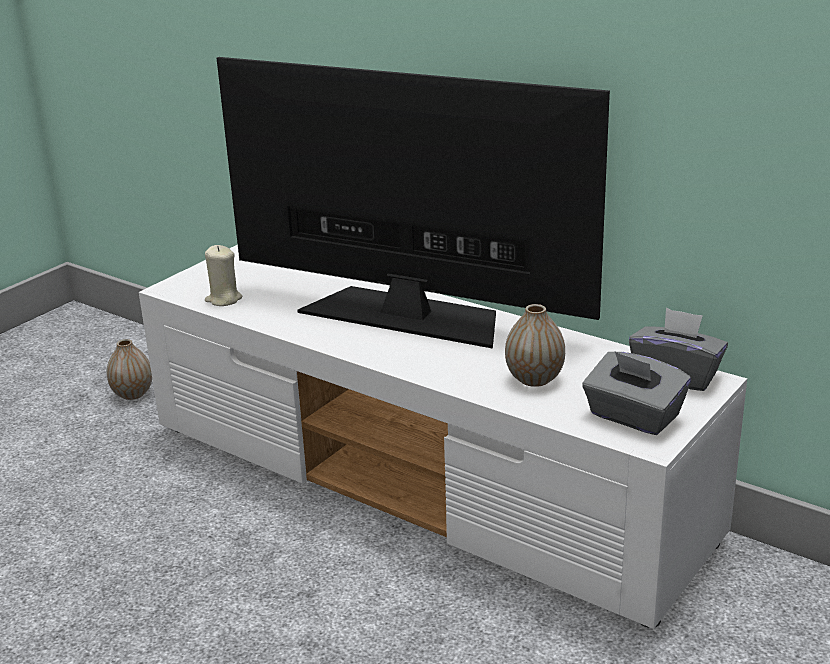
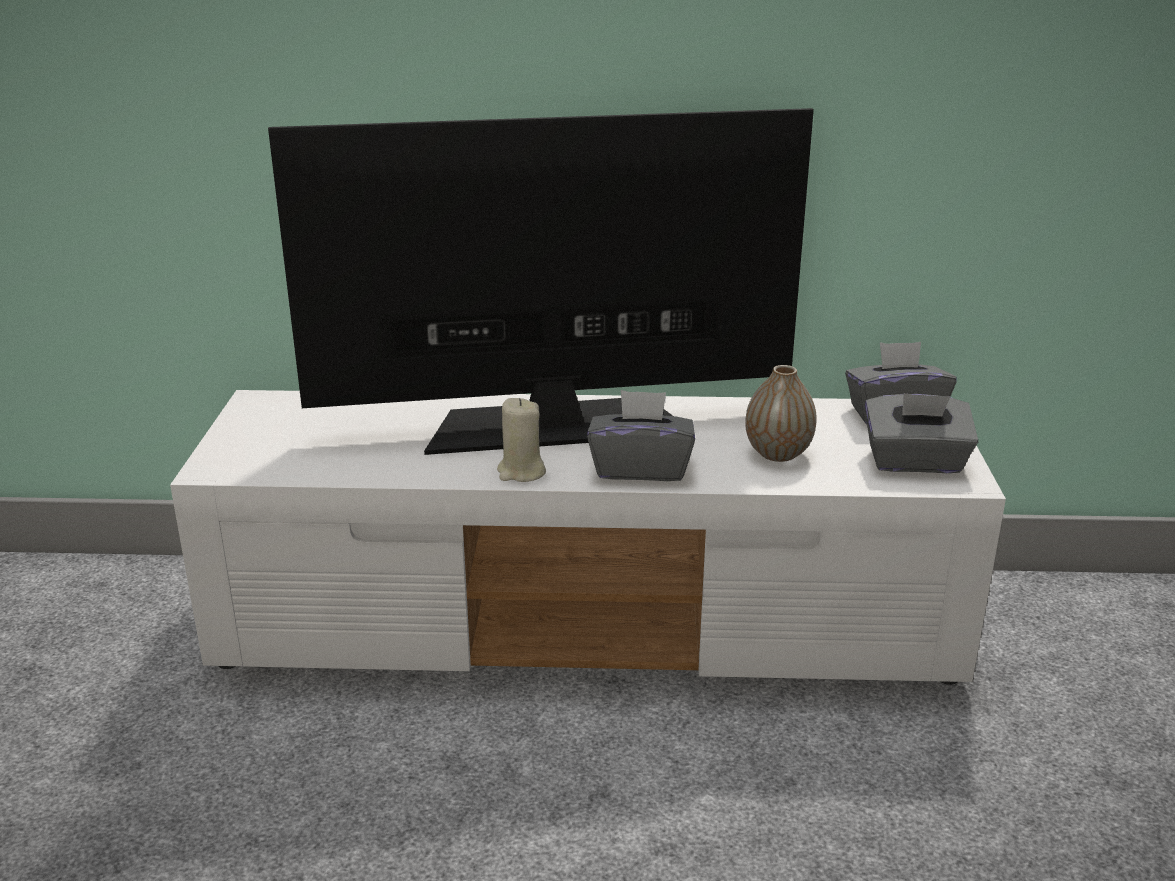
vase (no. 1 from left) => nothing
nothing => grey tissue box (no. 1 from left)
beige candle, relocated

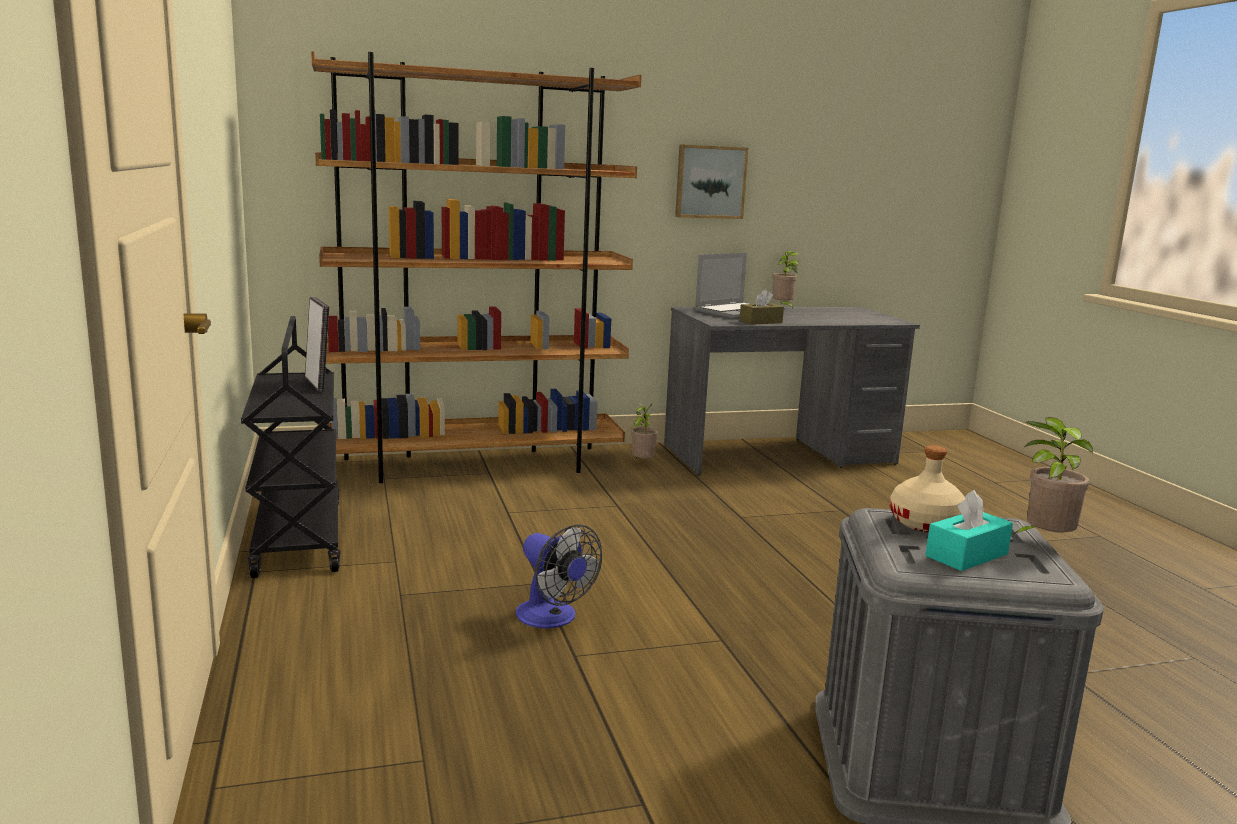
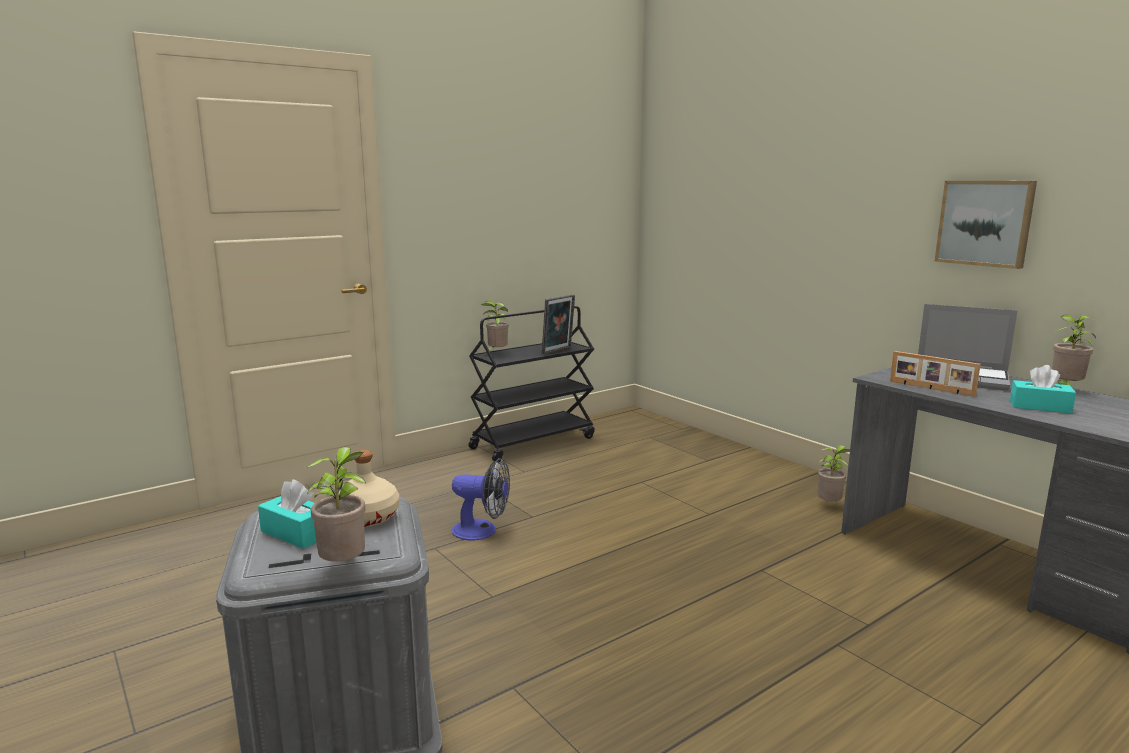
brown bookcase => nothing
nothing => potted plant (no. 2 from left)
nothing => turquoise tissue box (no. 2 from left)
brown tissue box => picture frame (no. 2 from left)
fan, 105 degrees counterclockwise

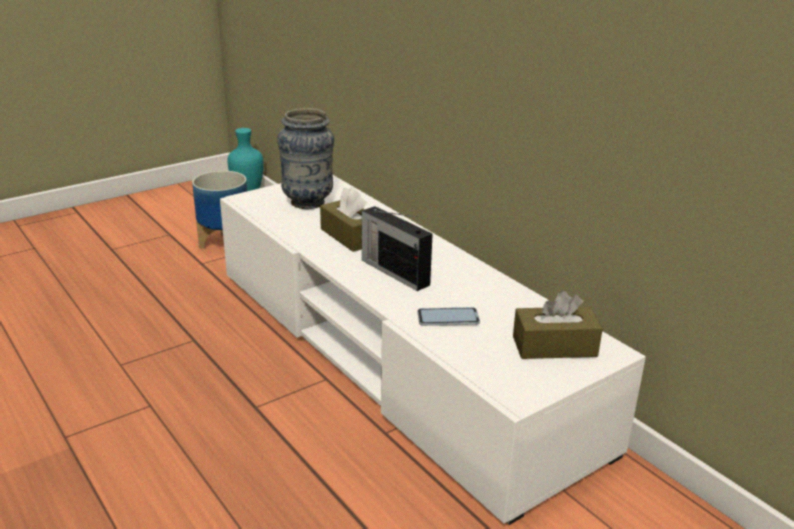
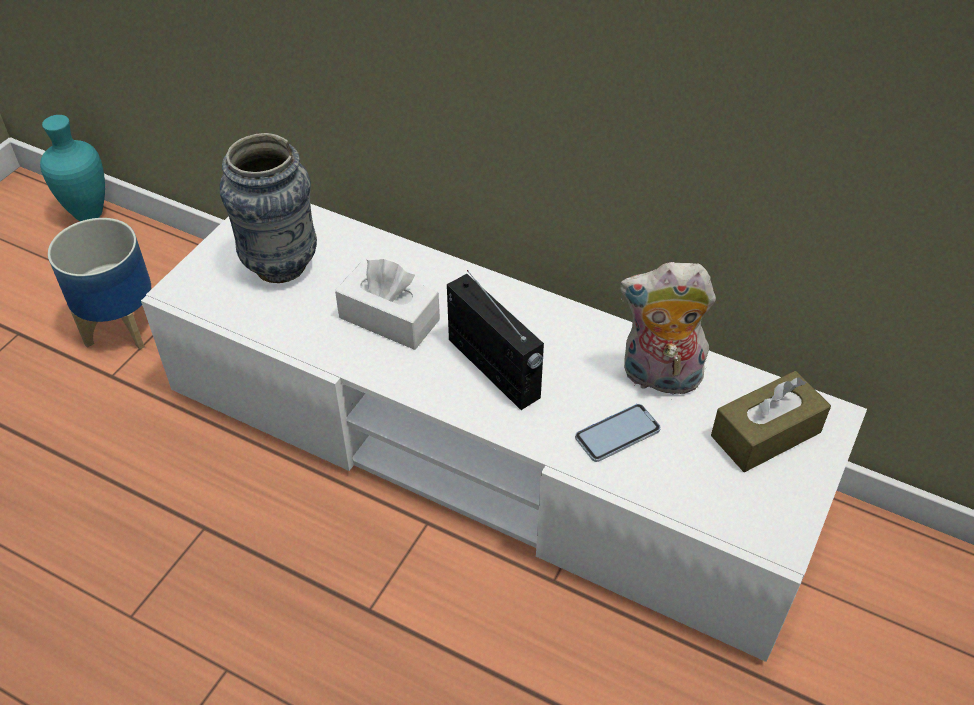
nothing => plush toy
brown tissue box (no. 1 from left) => white tissue box
radio, 150 degrees counterclockwise

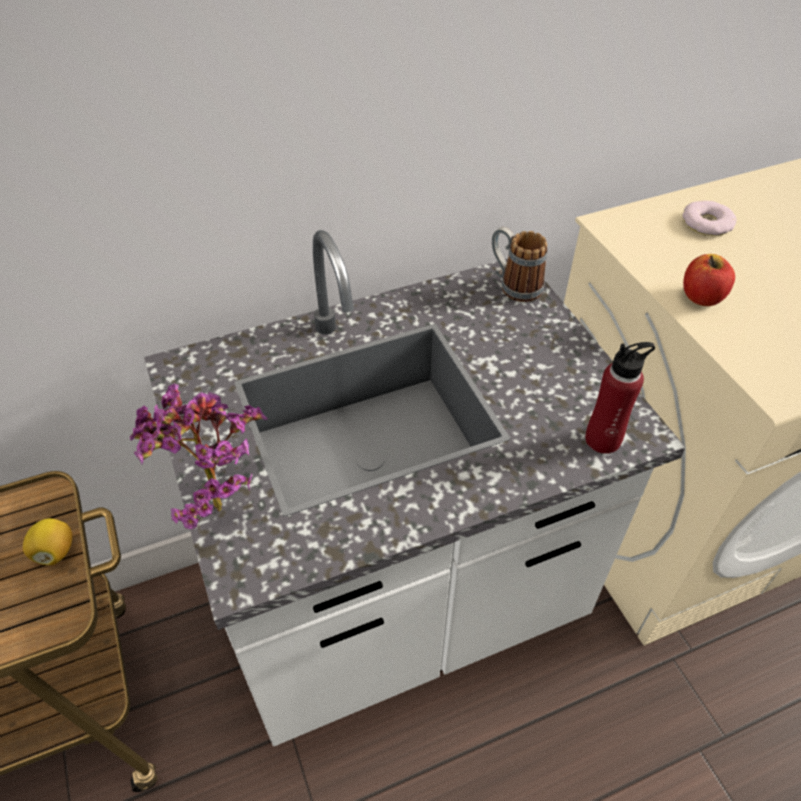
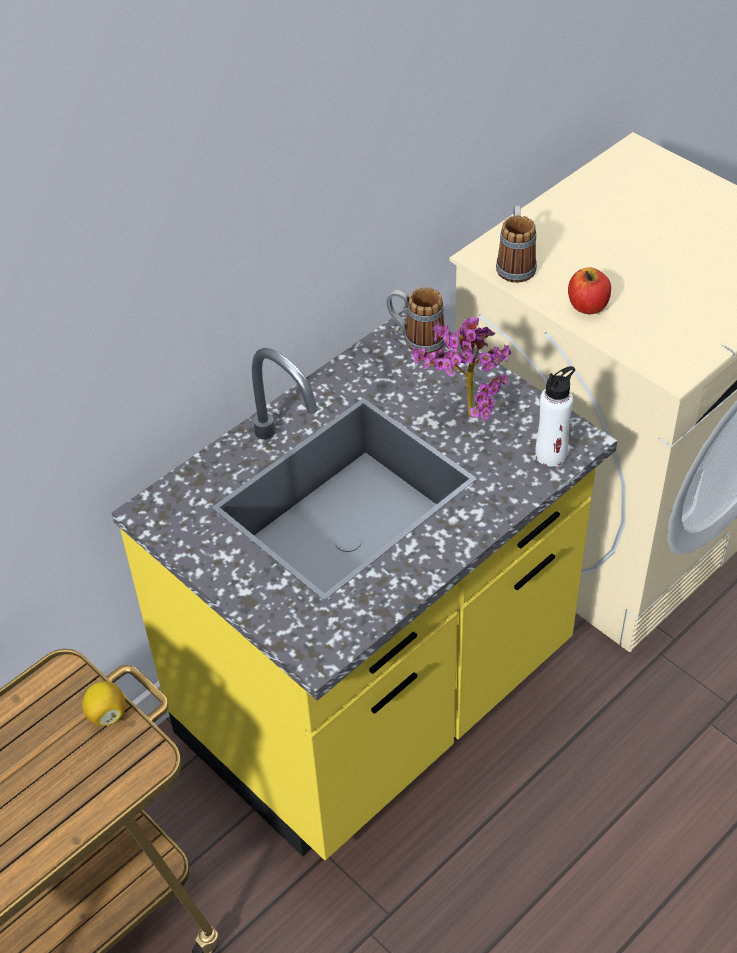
donut => nothing
nothing => mug (no. 2 from left)
potted plant, relocated
white counter => yellow counter
red bottle => white bottle

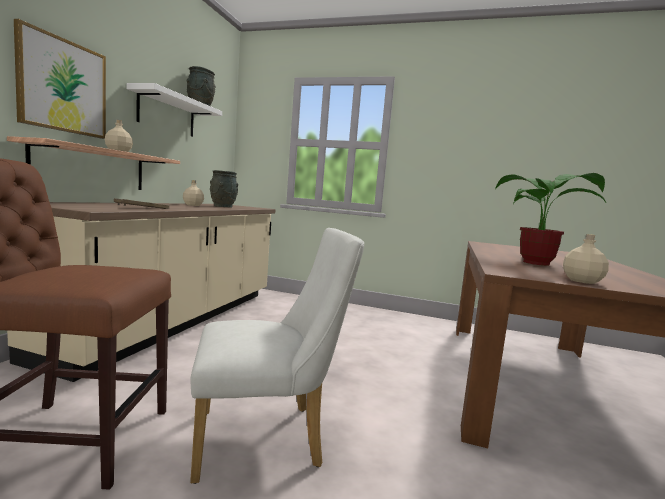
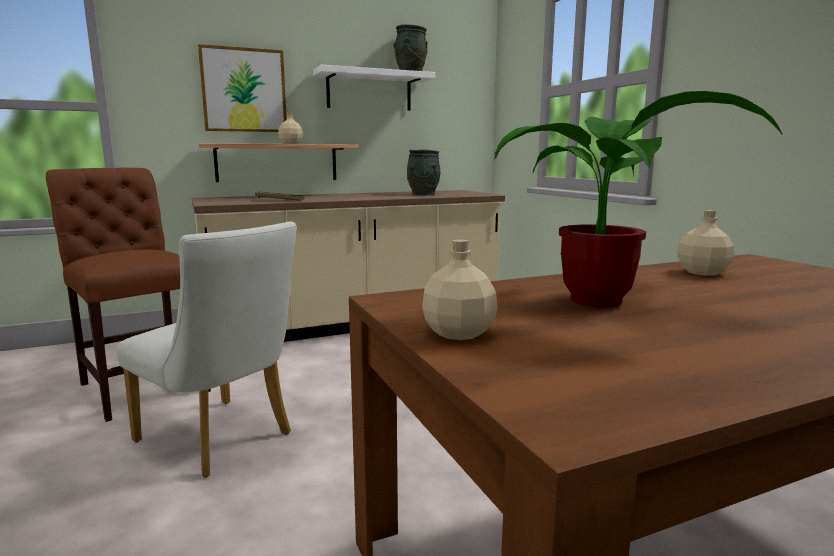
beige bottle (no. 2 from left in the first image) => beige bottle (no. 3 from left), relocated

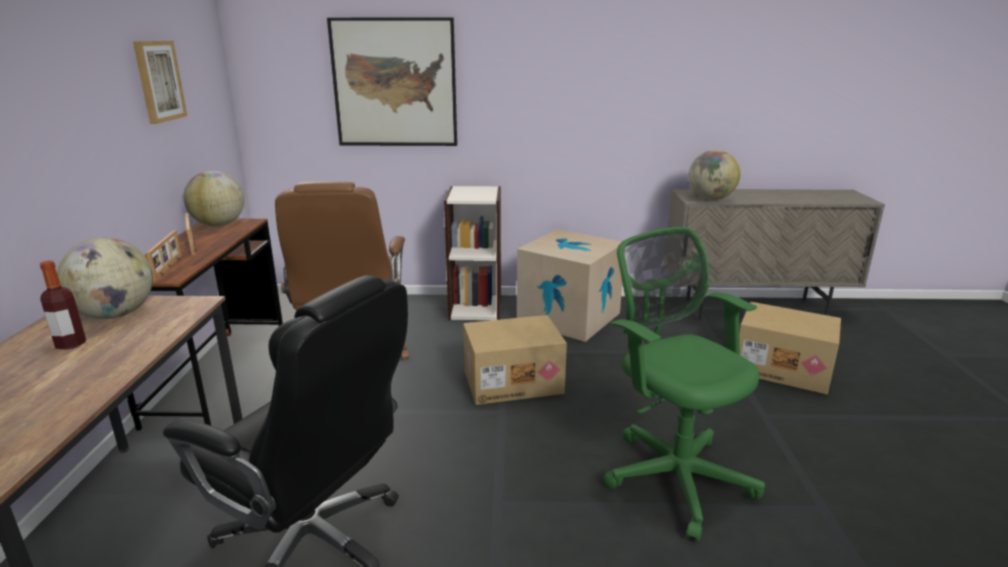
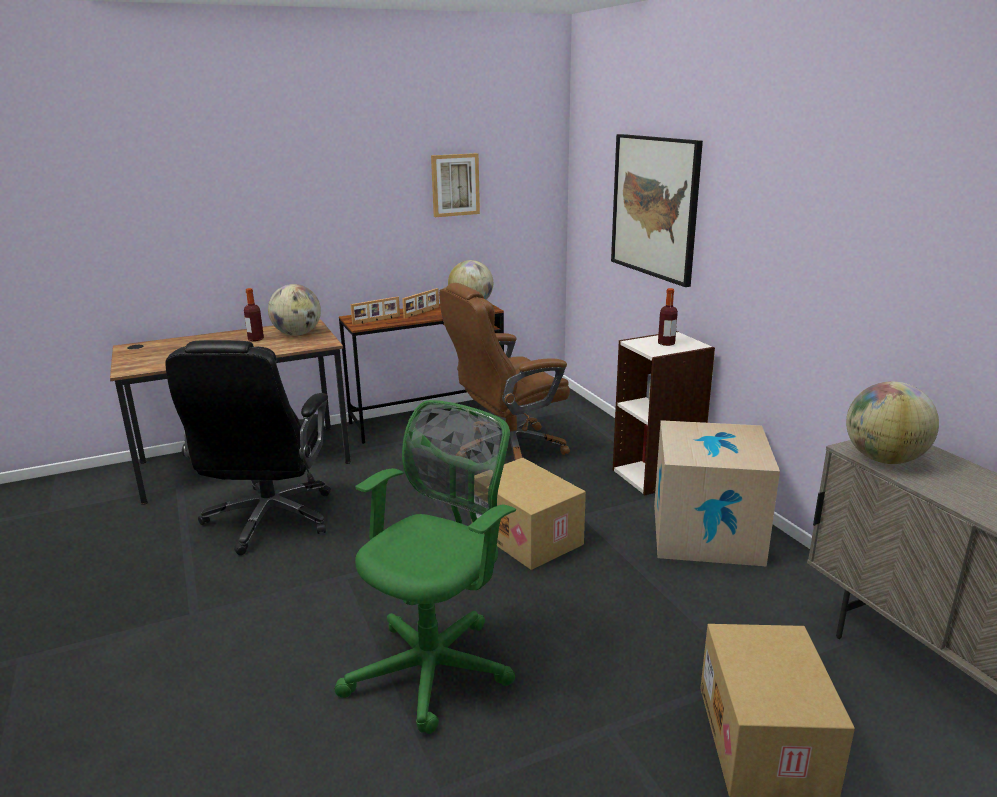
nothing => bottle (no. 2 from left)

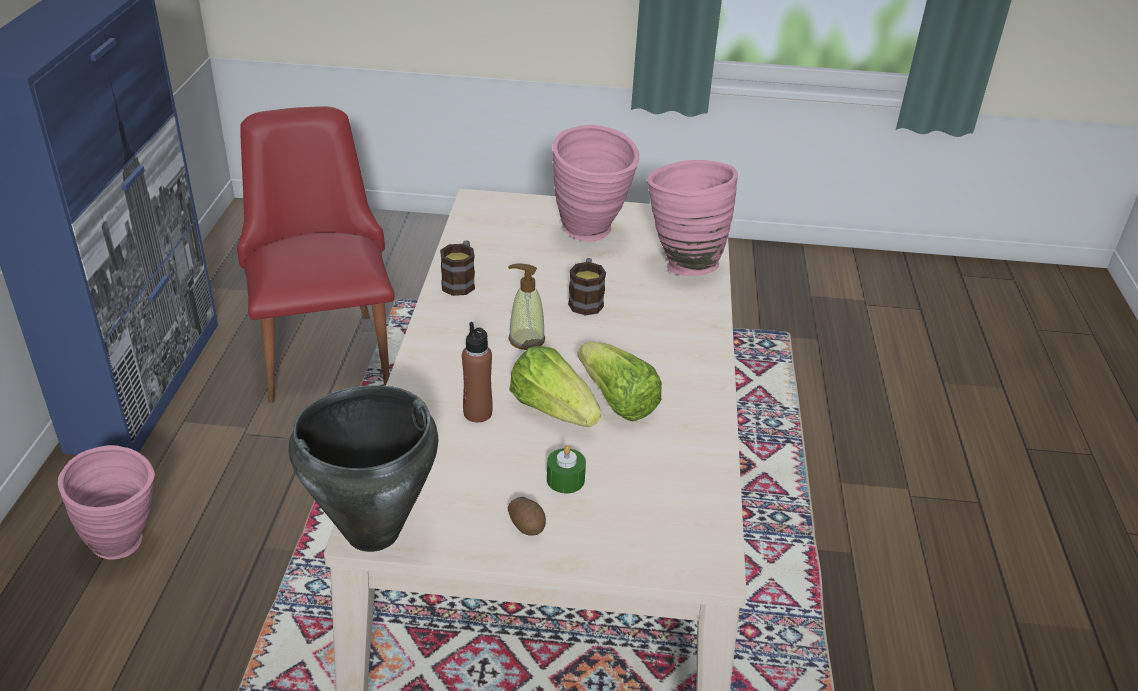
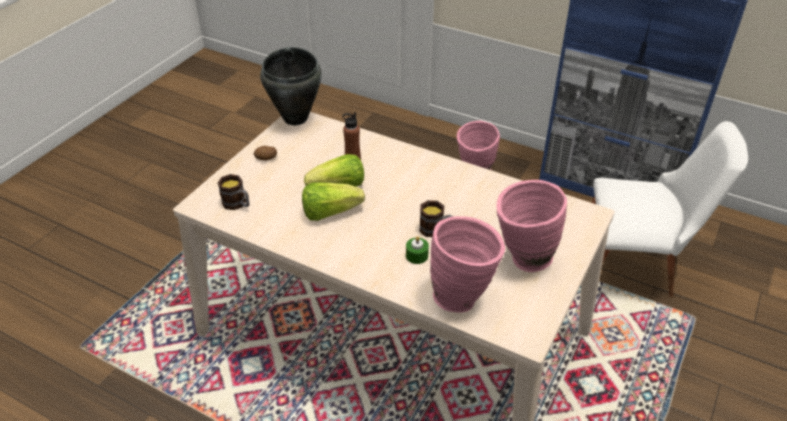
soap dispenser => nothing
mug (no. 1 from left), relocated
green candle, relocated
red chair => white chair

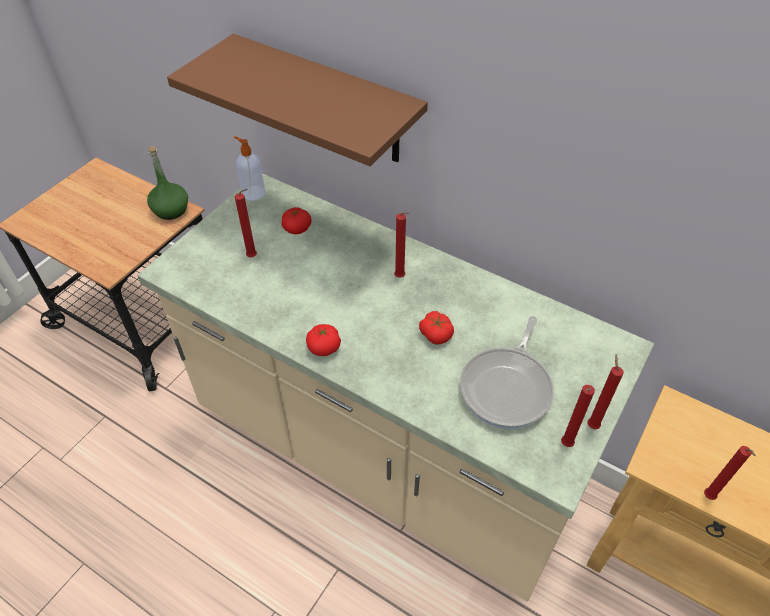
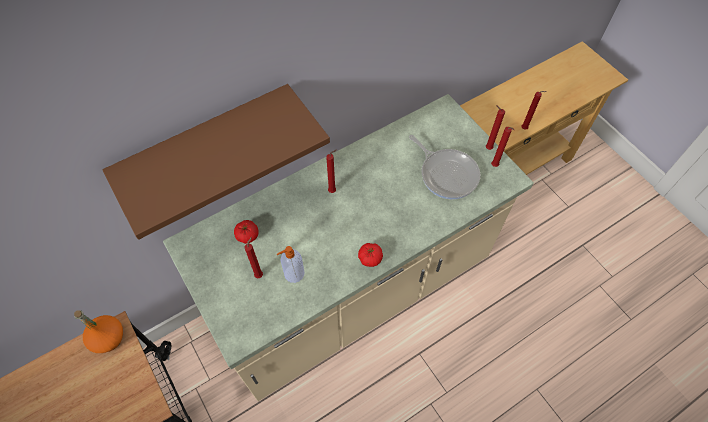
tomato (no. 3 from left) => nothing
soap dispenser, relocated
green bottle => orange bottle

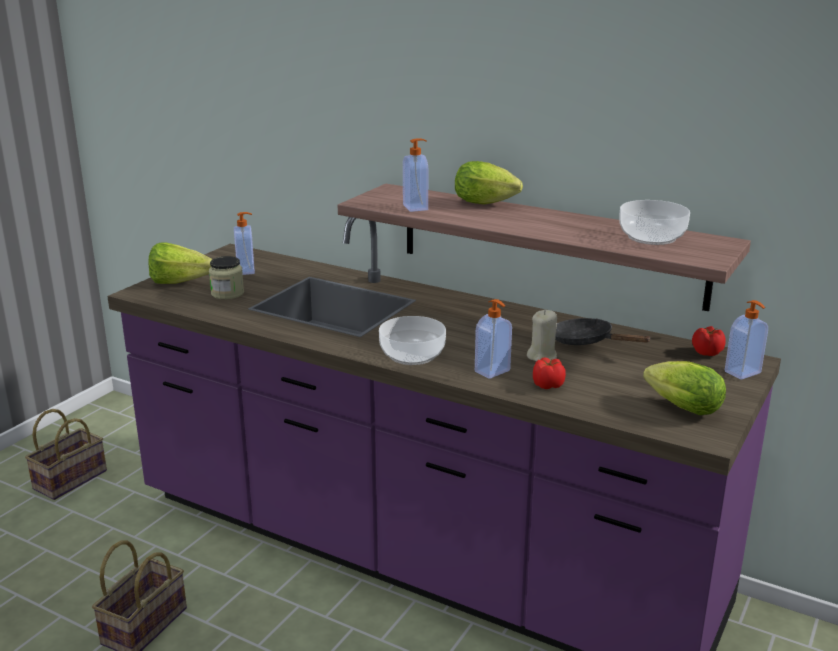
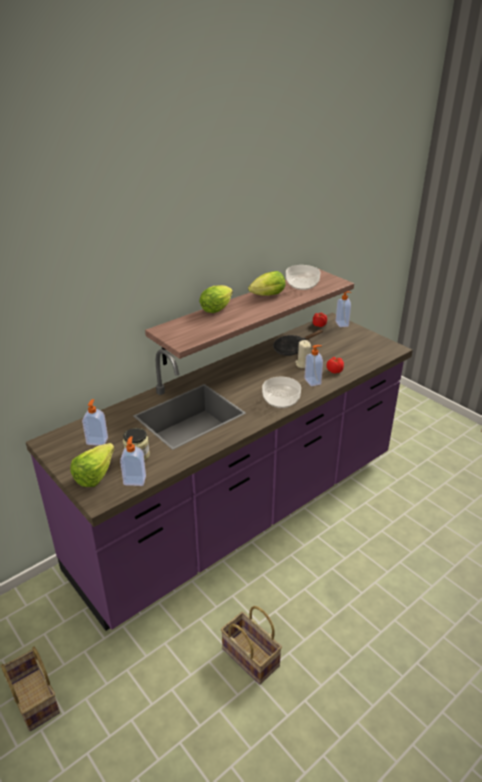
soap dispenser (no. 2 from left), relocated
lettuce (no. 3 from left), relocated

